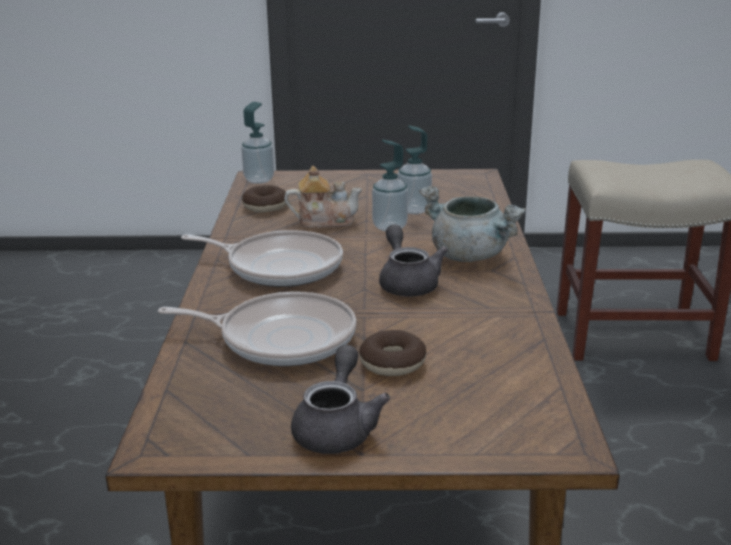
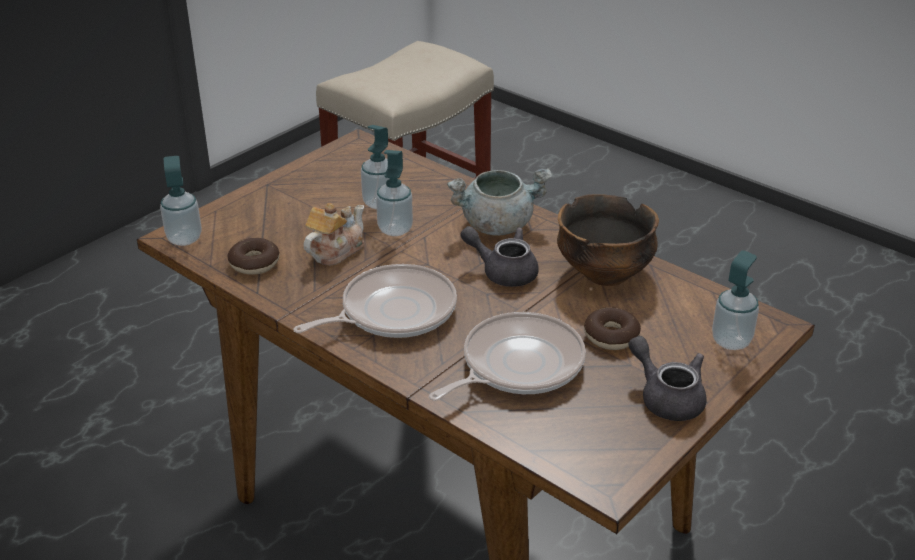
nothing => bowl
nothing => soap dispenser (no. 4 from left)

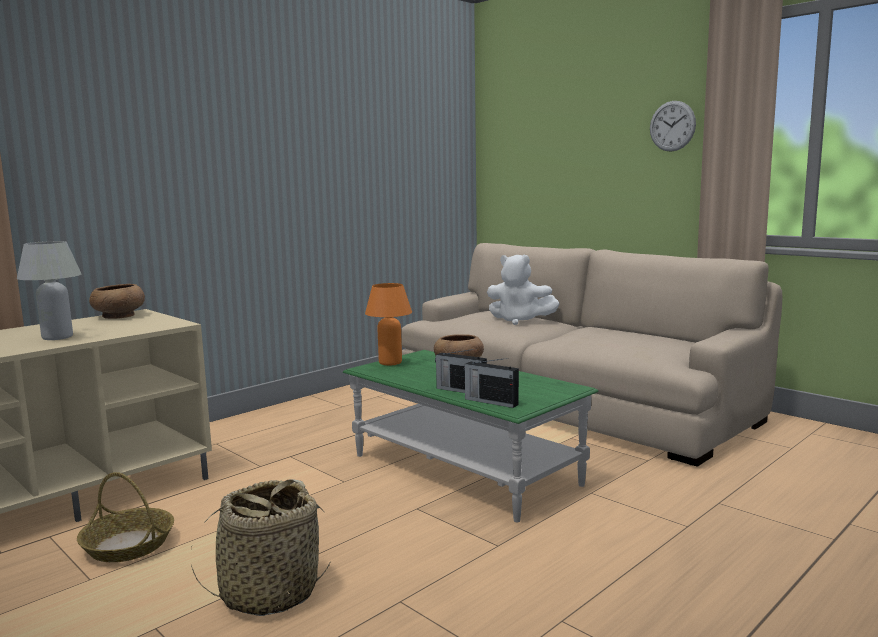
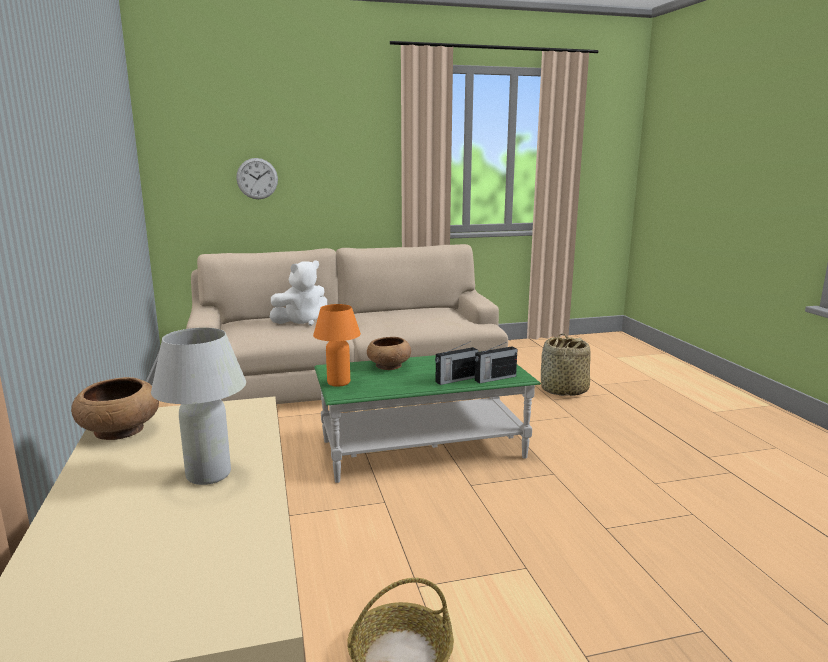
basket (no. 2 from left), relocated
wall clock, relocated

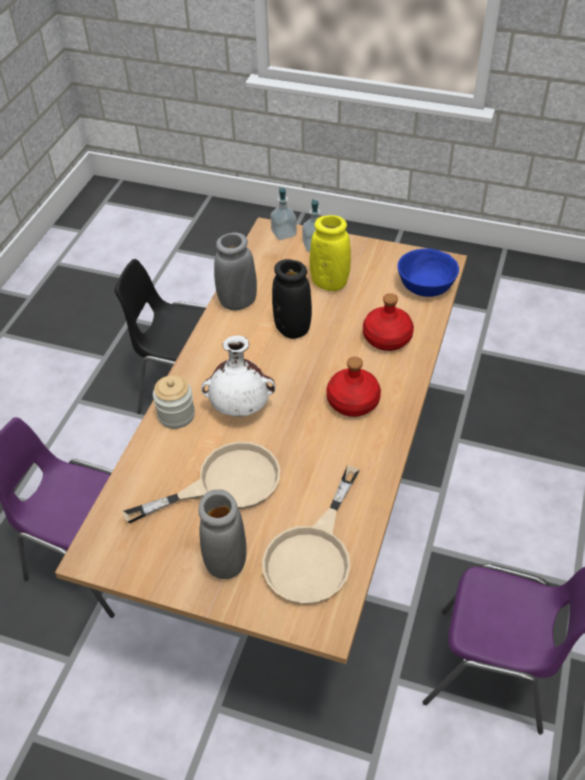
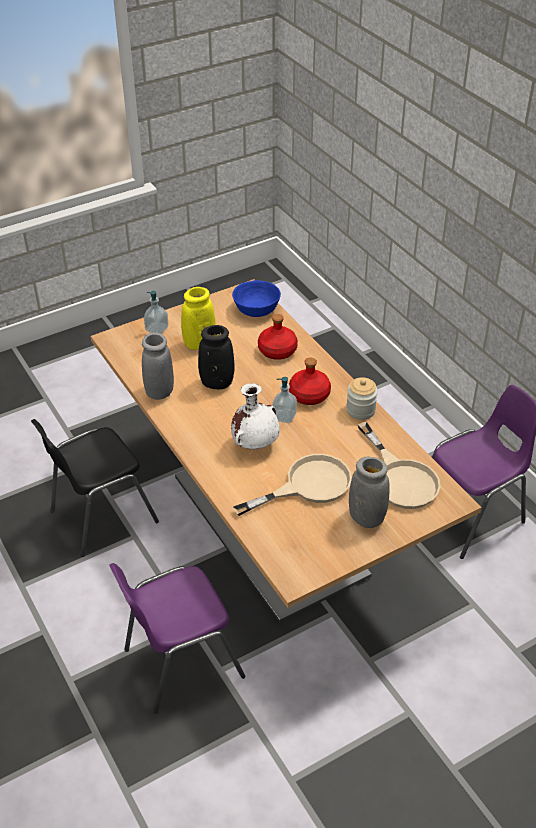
jar, relocated
soap dispenser (no. 1 from left in the first image) => soap dispenser (no. 2 from left), relocated
beige frying pan (no. 1 from left), 45 degrees clockwise

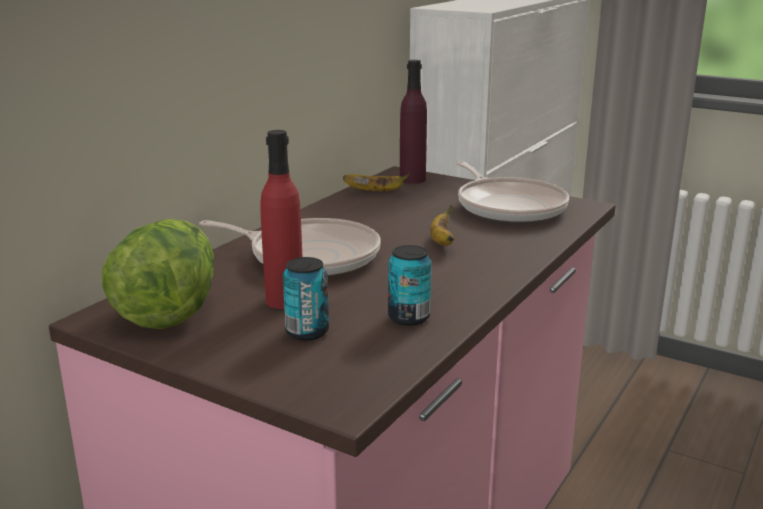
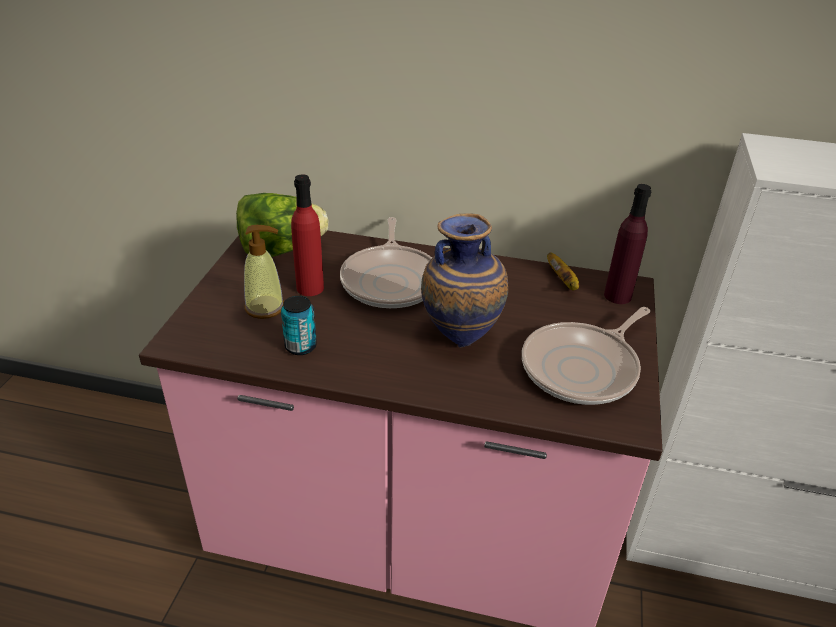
can (no. 1 from left) => soap dispenser
banana (no. 2 from left) => vase

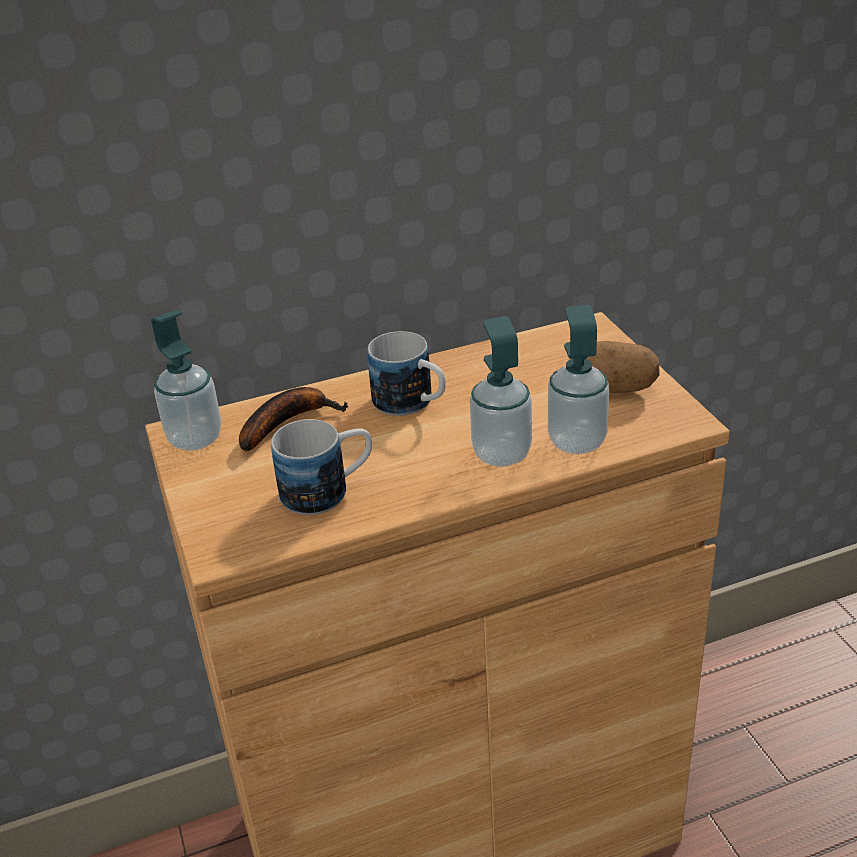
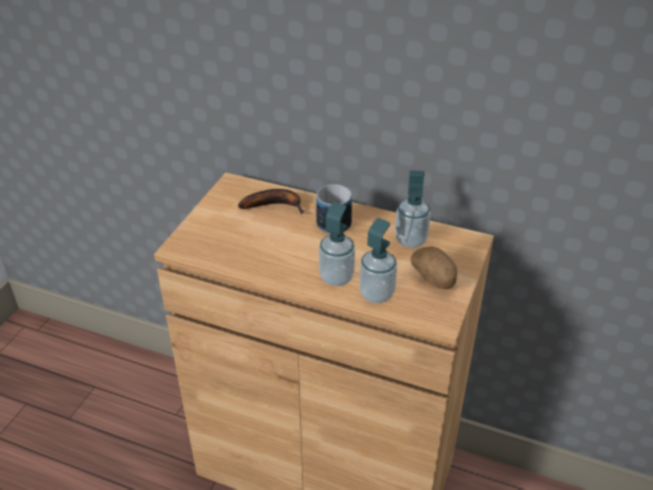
mug (no. 1 from left) => nothing
soap dispenser (no. 1 from left in the first image) => soap dispenser (no. 3 from left), relocated

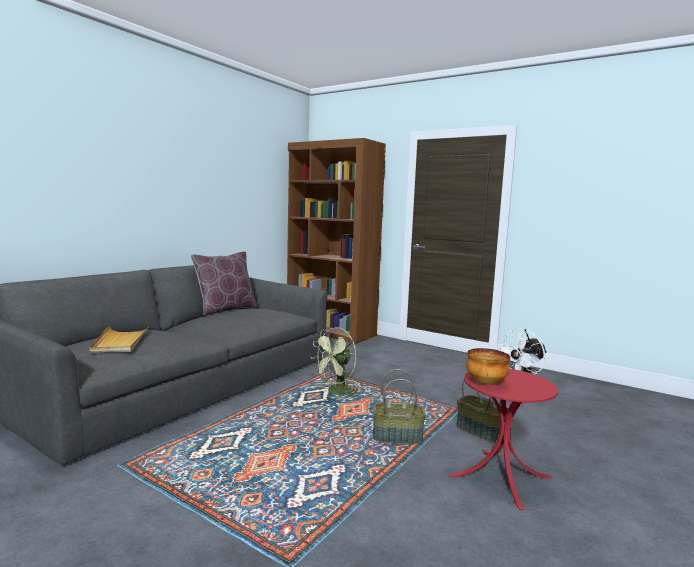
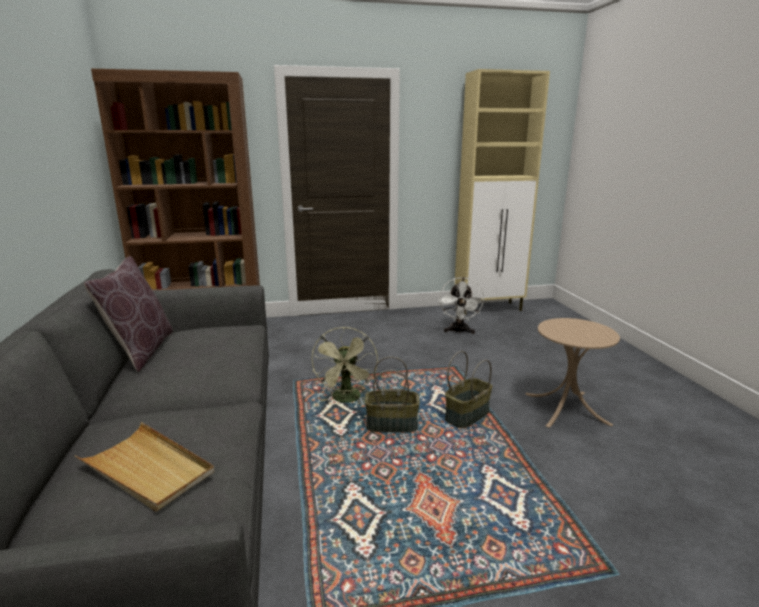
bowl => nothing
nothing => beige cabinet
basket (no. 2 from left in the first image) => basket (no. 1 from left), relocated
red side table => beige side table

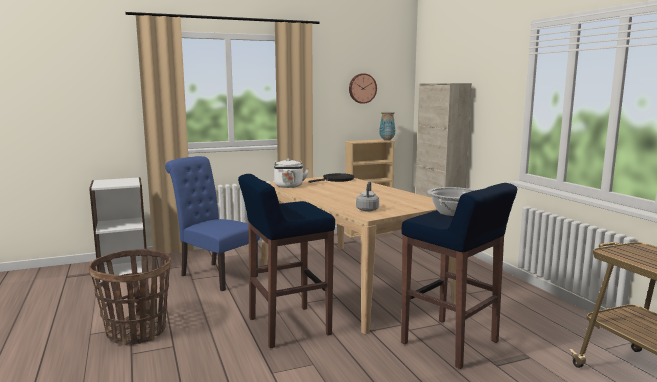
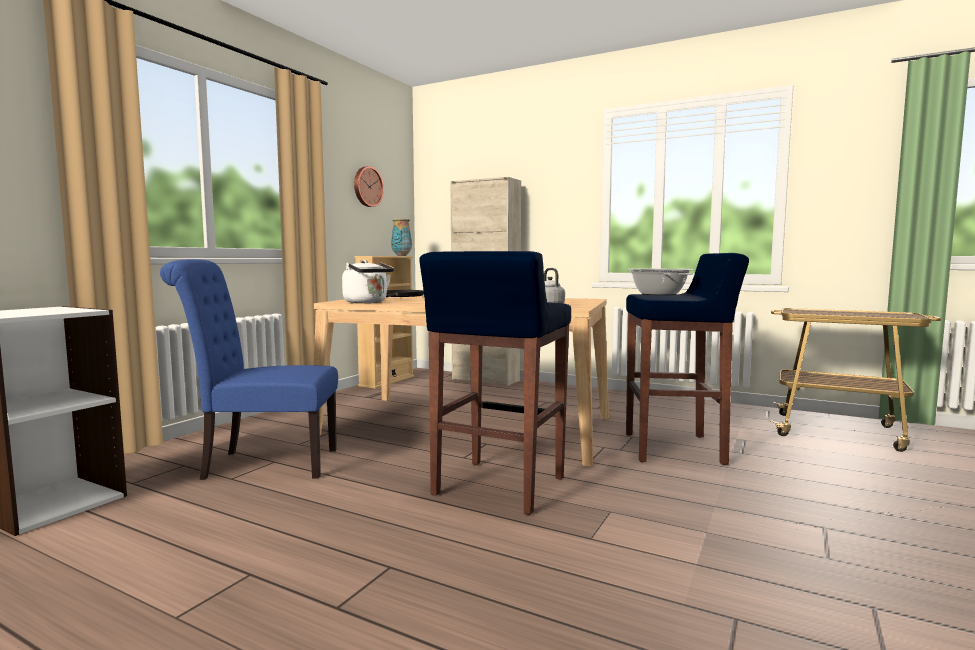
basket => nothing

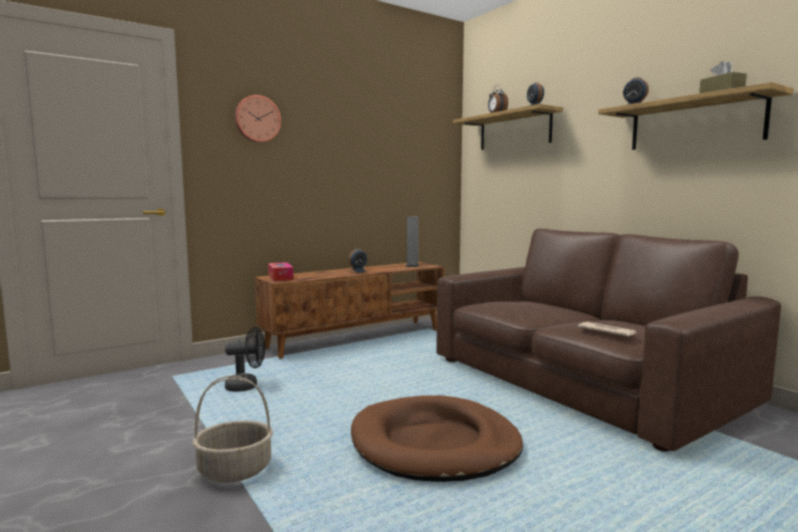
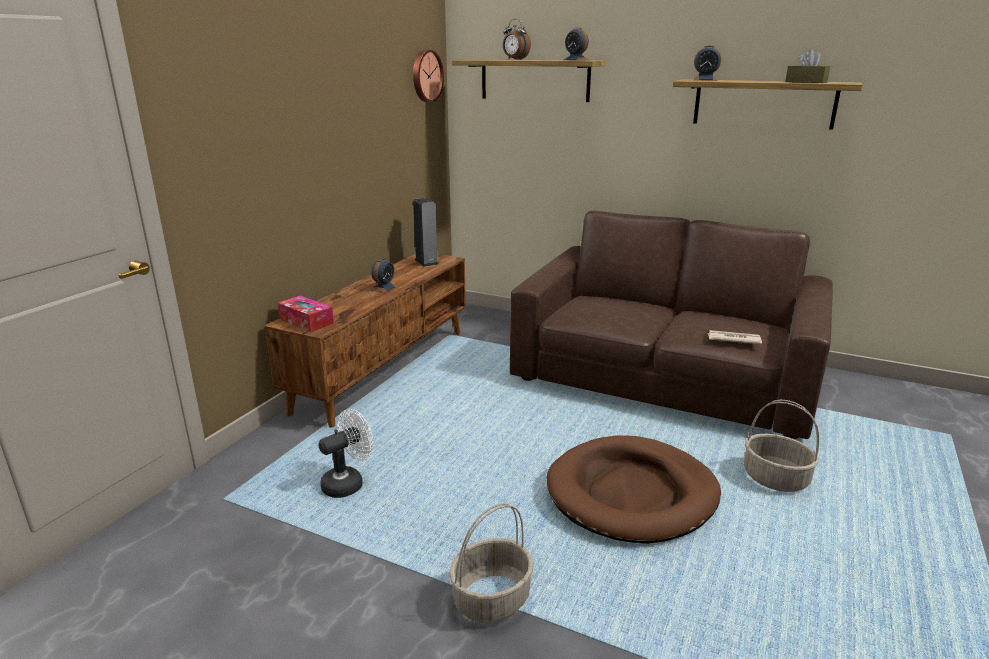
nothing => basket (no. 2 from left)
wall clock, relocated
black fan => white fan

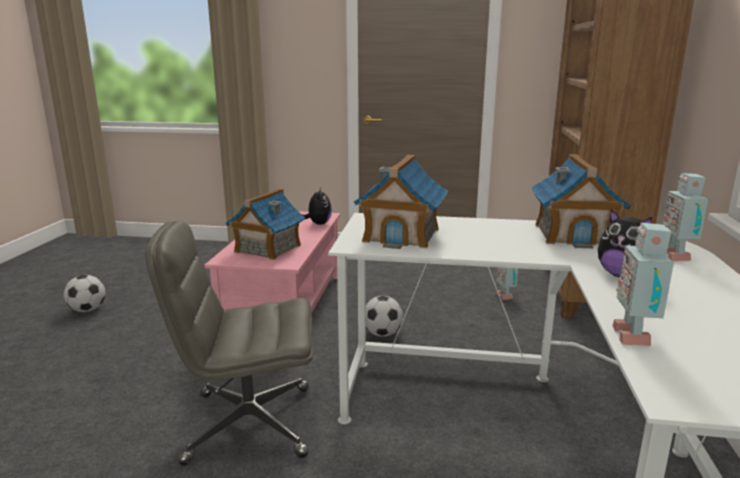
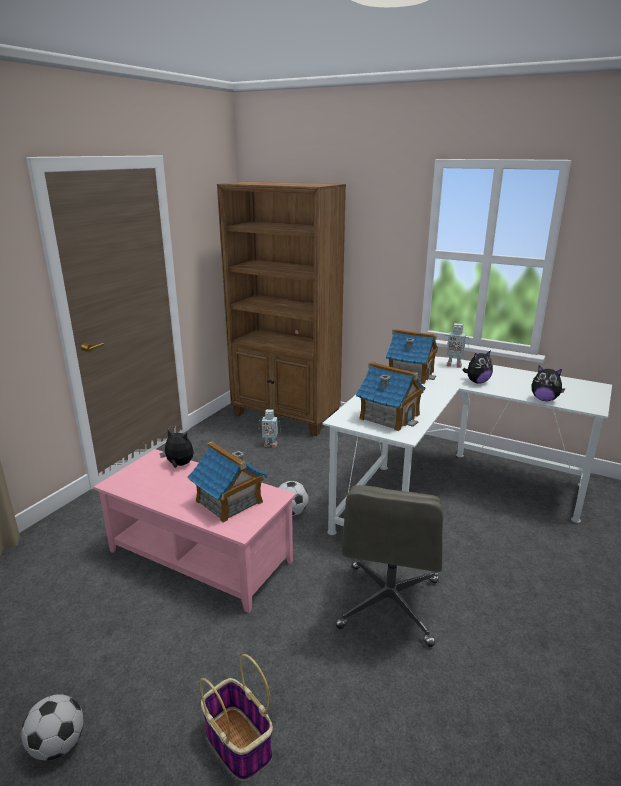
nothing => basket
toy robot (no. 2 from left) => plush toy (no. 3 from left)

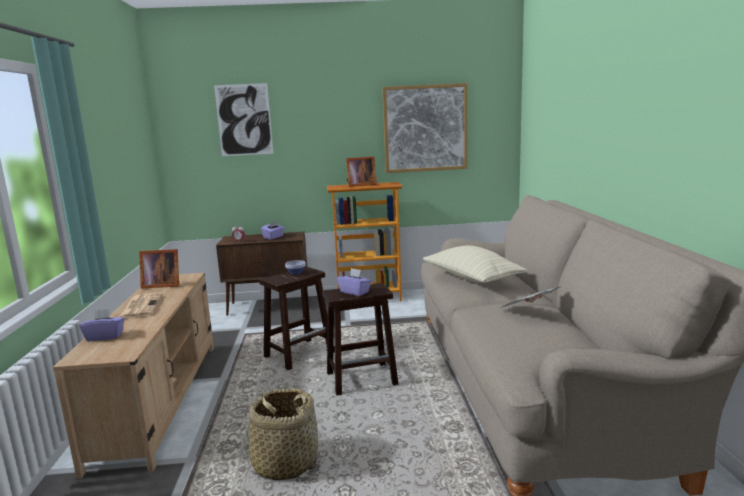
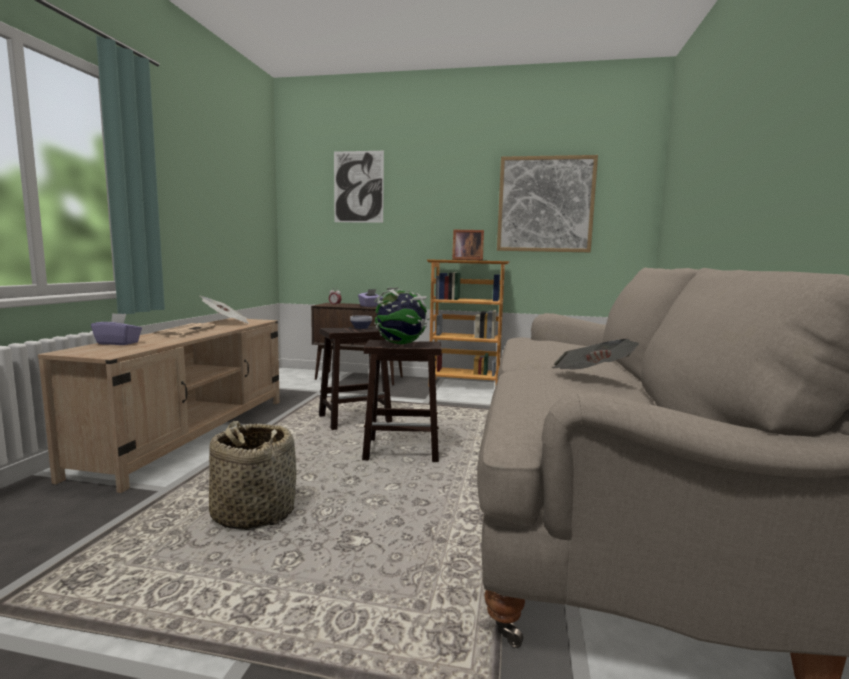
beige pillow => nothing
picture frame (no. 1 from left) => newspaper (no. 2 from left)
purple tissue box (no. 3 from left) => globe

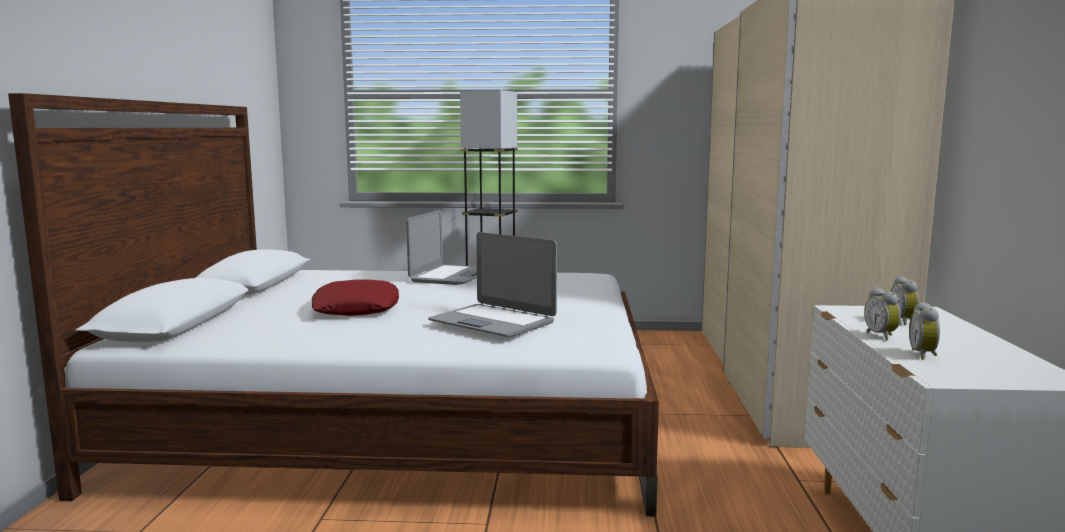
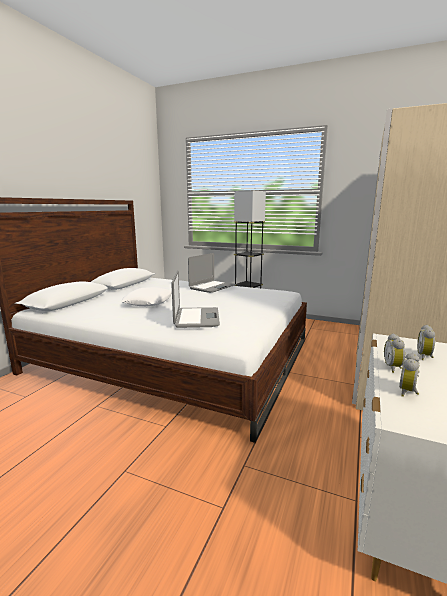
red pillow => white pillow
laptop (no. 2 from left in the first image) => laptop (no. 1 from left), 150 degrees counterclockwise

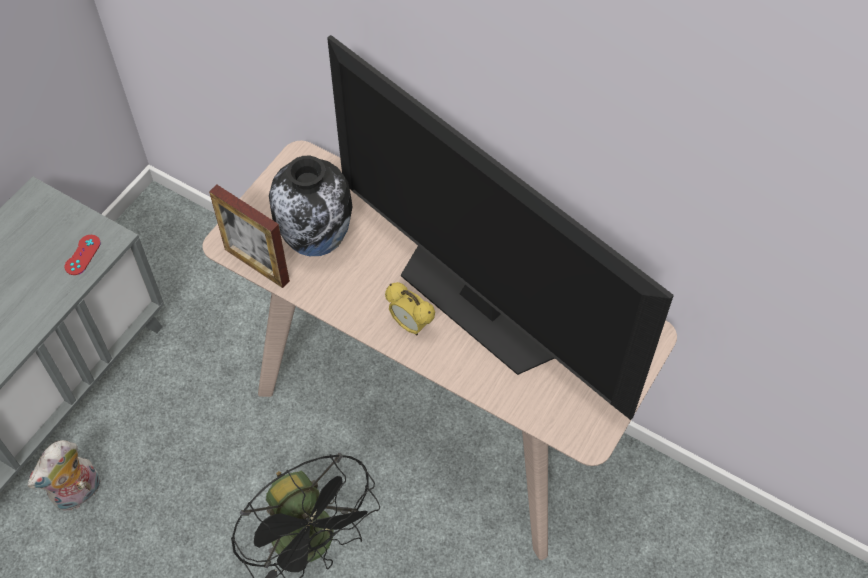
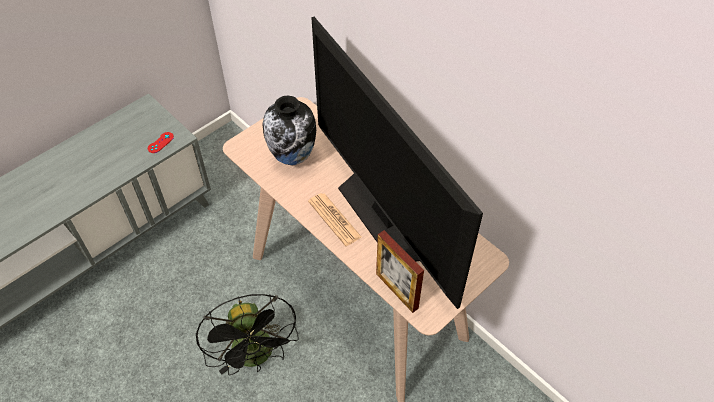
plush toy => nothing
picture frame, relocated
alarm clock => newspaper

